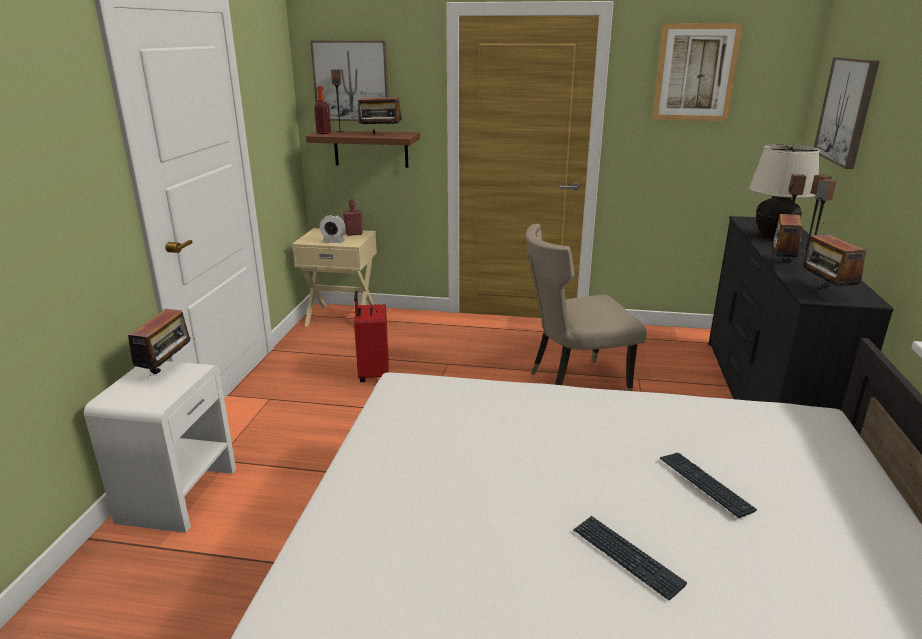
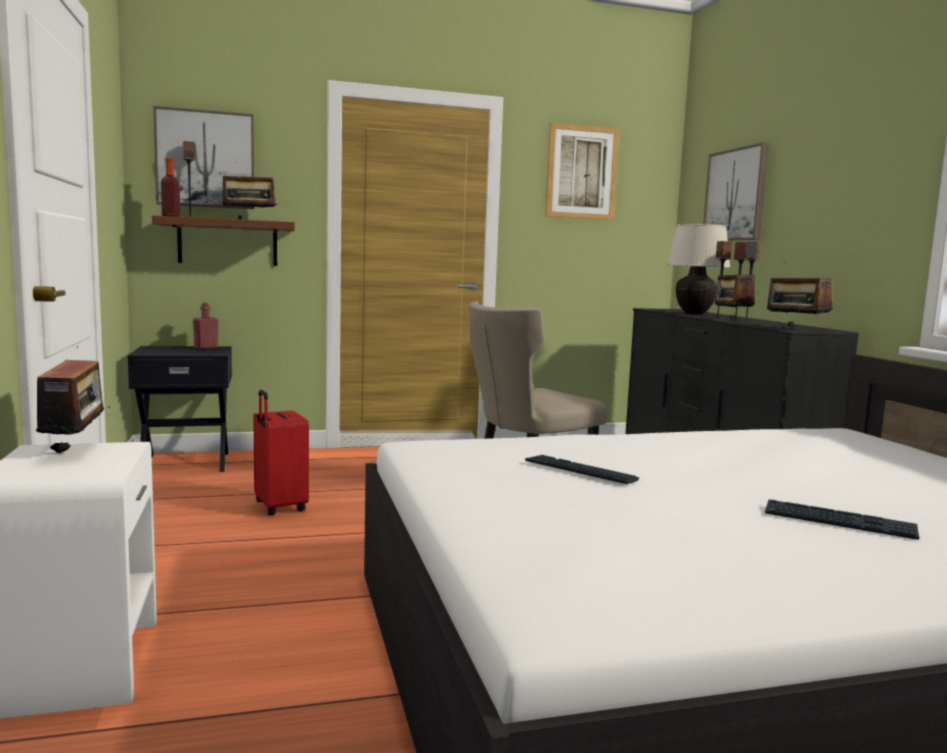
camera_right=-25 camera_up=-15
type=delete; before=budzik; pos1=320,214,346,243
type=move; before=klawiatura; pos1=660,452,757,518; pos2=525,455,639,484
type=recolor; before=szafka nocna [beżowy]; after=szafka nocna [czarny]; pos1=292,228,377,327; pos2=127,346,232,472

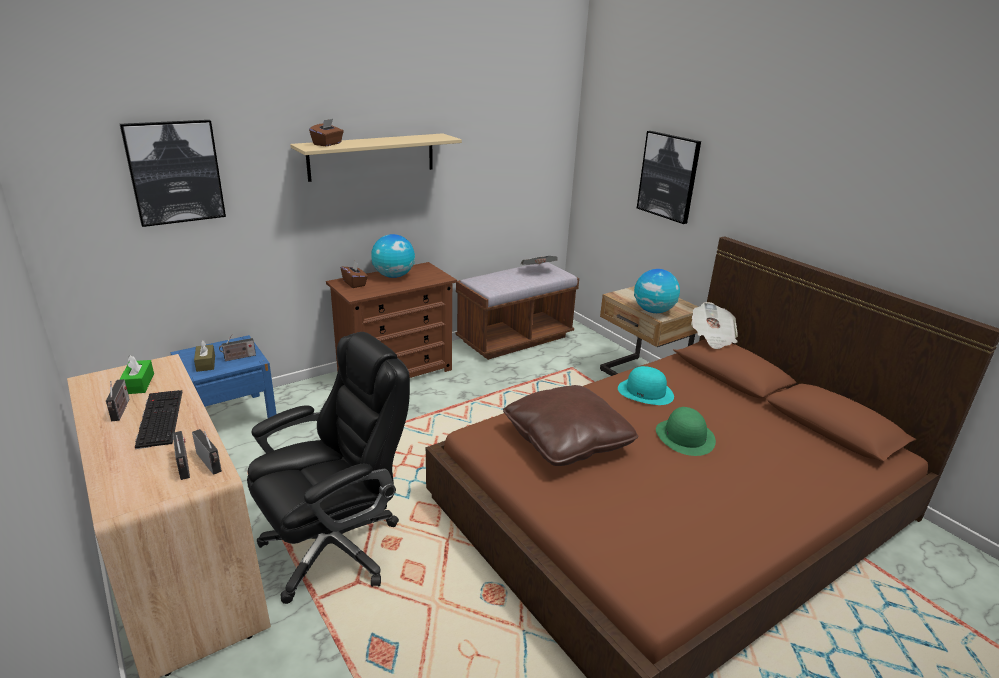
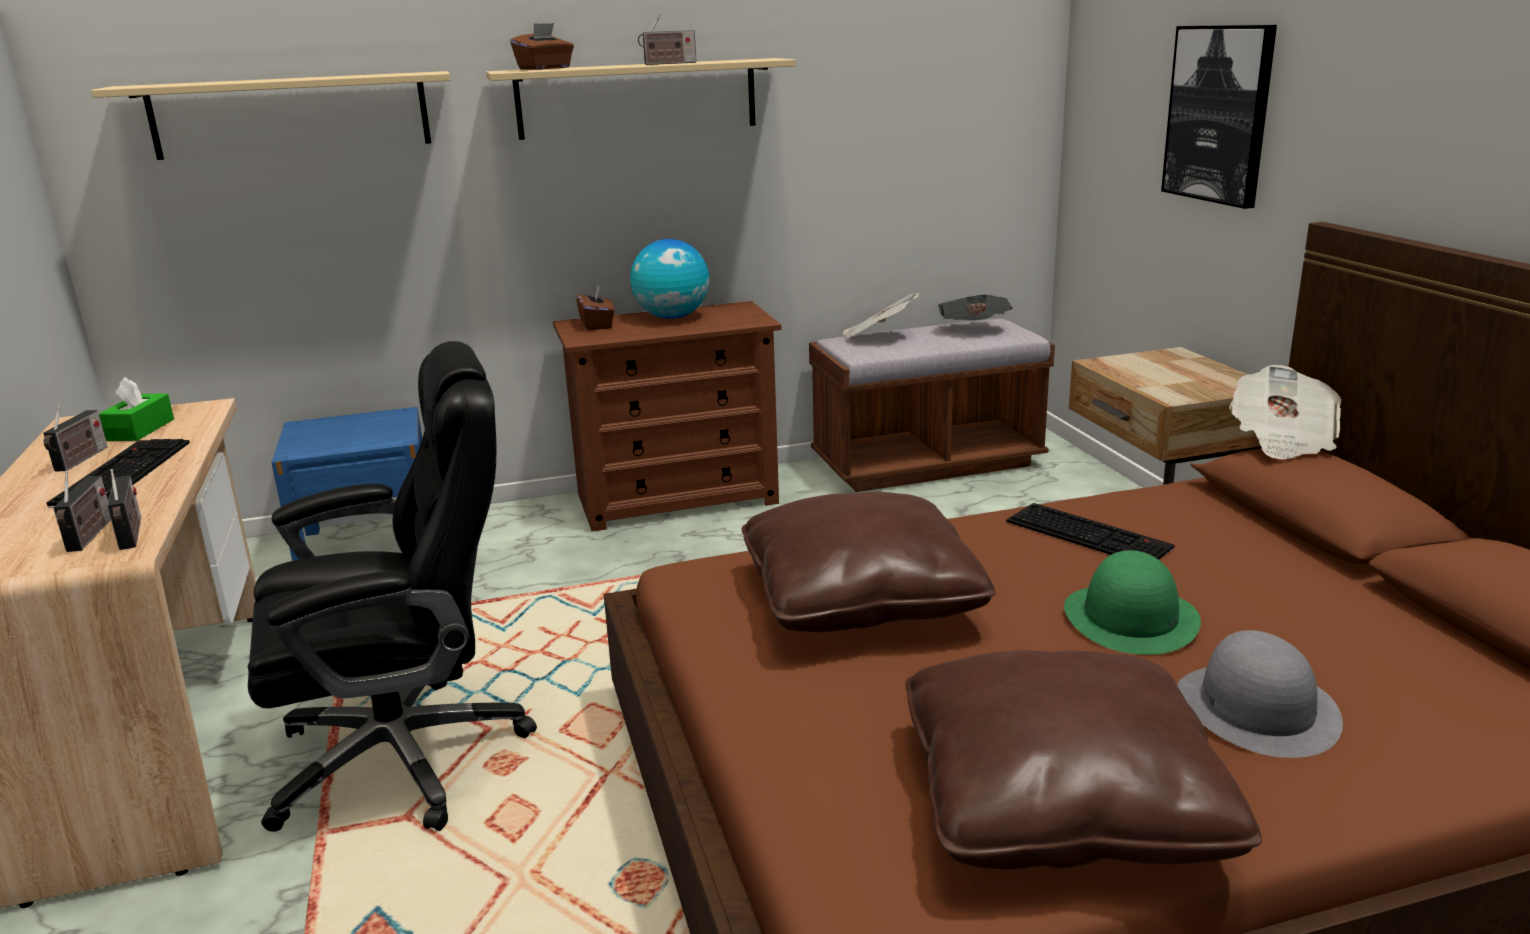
camera_right=20 camera_up=-5
type=delete; before=pudełko chusteczek [brązowy]; pos1=194,340,215,372
type=delete; before=globus; pos1=634,269,680,313
type=insert; after=gazeta; pos2=842,293,919,339
type=insert; after=poduszka [brązowy]; pos2=906,650,1262,869
type=insert; after=kapelusz [szary]; pos2=1177,630,1343,758
type=move; before=radio; pos1=219,334,256,361; pos2=638,14,696,65
type=replace; before=obraz; after=półka [beżowy]; pos1=120,120,226,227; pos2=91,71,451,160
type=replace; before=kapelusz [turkusowy]; after=klawiatura; pos1=618,366,674,405; pos2=1007,503,1175,560

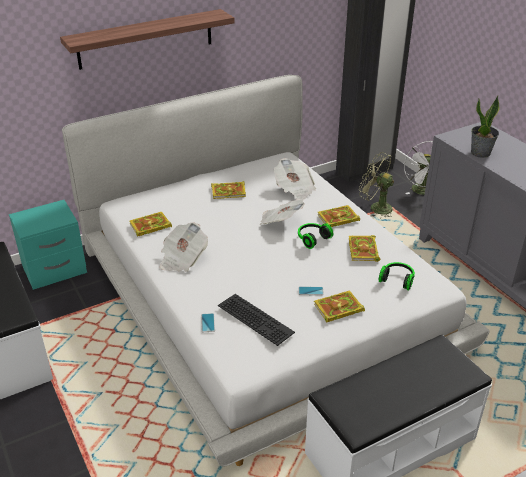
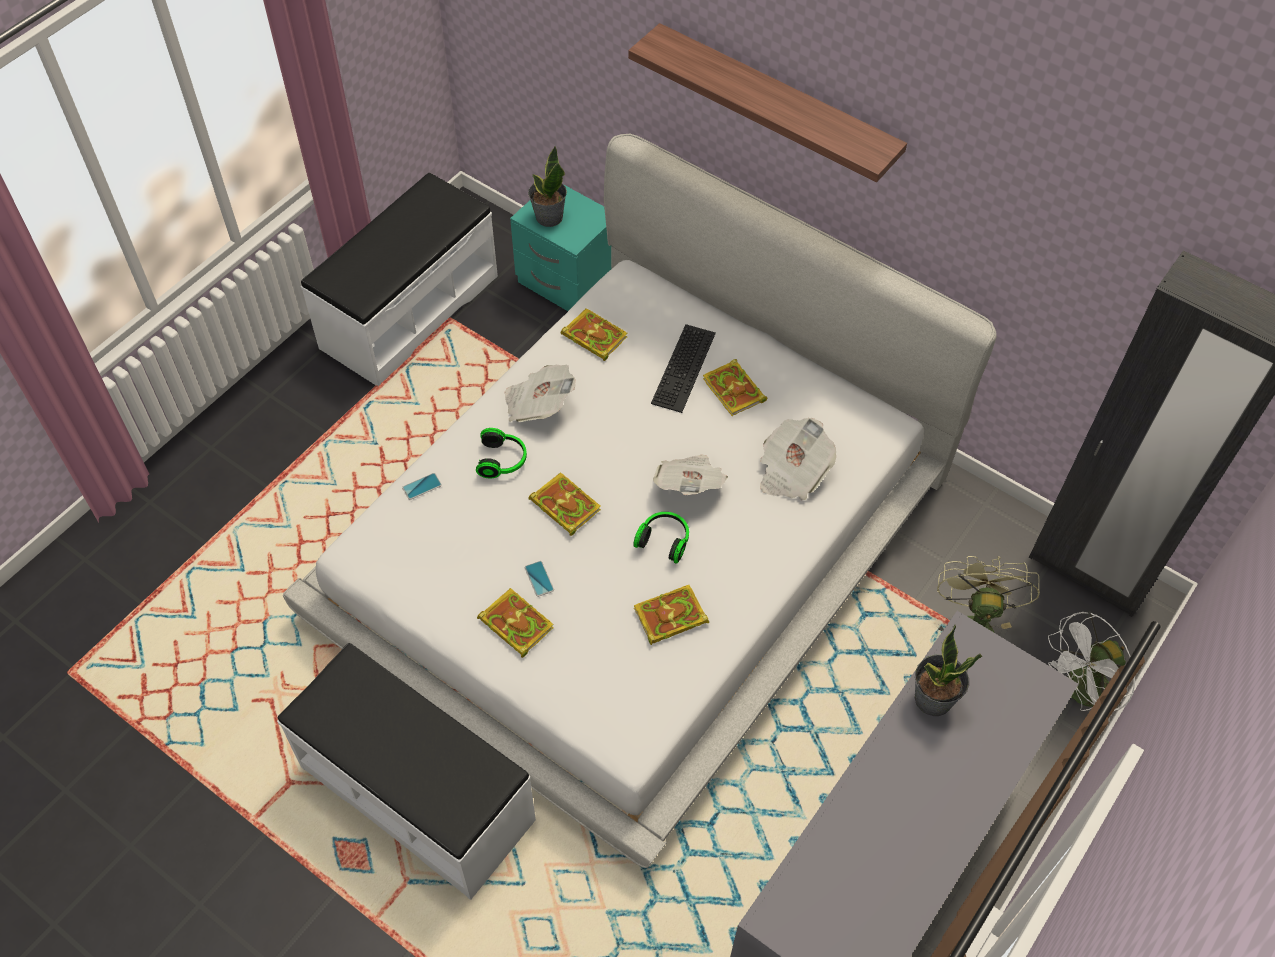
camera_right=65 camera_up=20
type=insert; after=roślina doniczkowa; pos2=528,146,567,227
type=move; before=klawiatura; pos1=218,294,295,346; pos2=651,324,716,413
type=move; before=książka; pos1=318,205,360,227; pos2=528,472,601,536
type=move; before=słuchawki; pos1=379,262,415,291; pos2=476,428,527,479

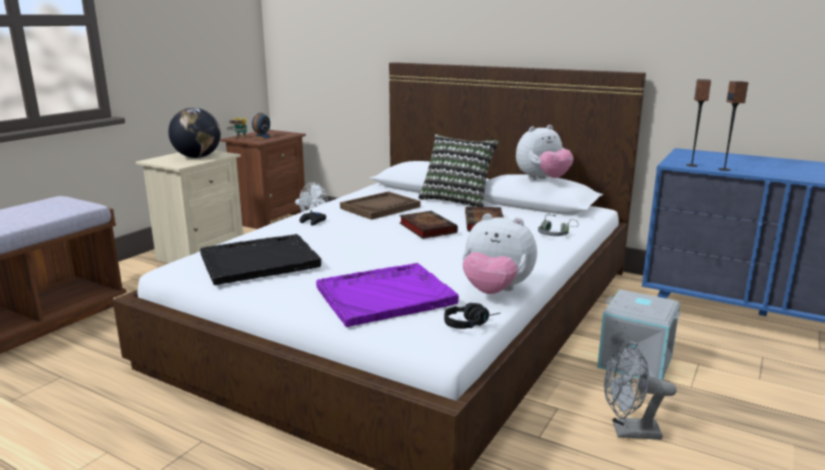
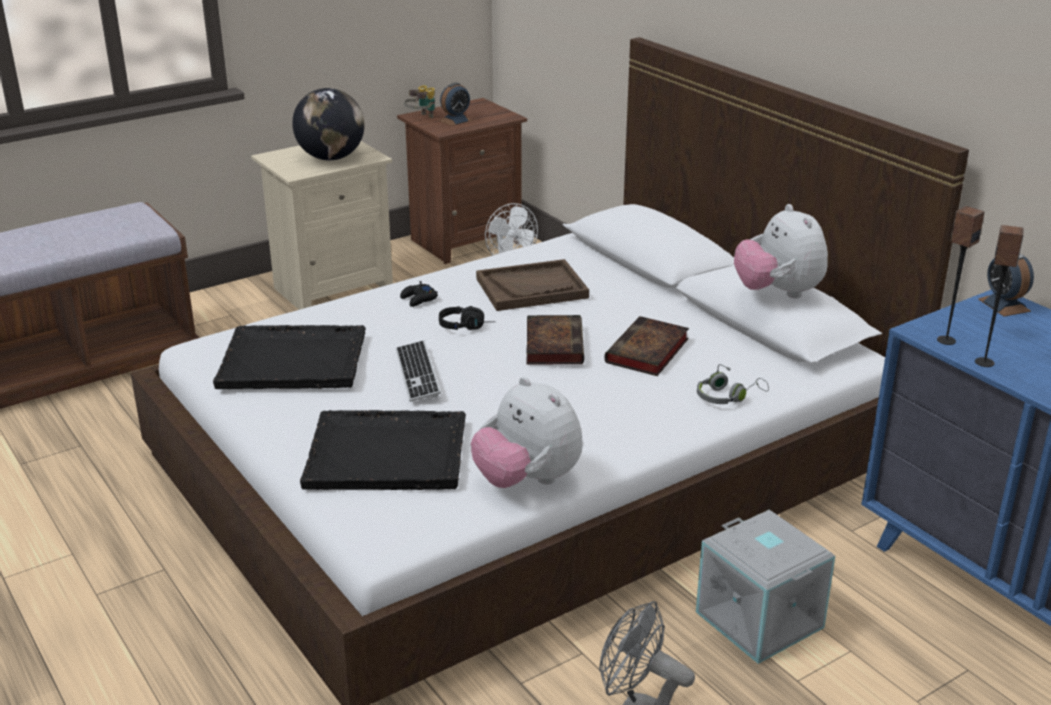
camera_right=25 camera_up=10
type=delete; before=poduszka; pos1=418,134,499,207
type=insert; after=klawiatura; pos2=395,340,441,402
type=insert; after=budzik; pos2=978,254,1034,316
type=move; before=słuchawki [czarny]; pos1=444,303,500,329; pos2=439,306,496,330
type=recolor; before=taca [fioletowy]; after=taca [czarny]; pos1=316,263,459,327; pos2=300,410,466,490
type=rotate; before=pluszak; pos1=516,125,574,180; pos2=734,204,828,298; turn=75

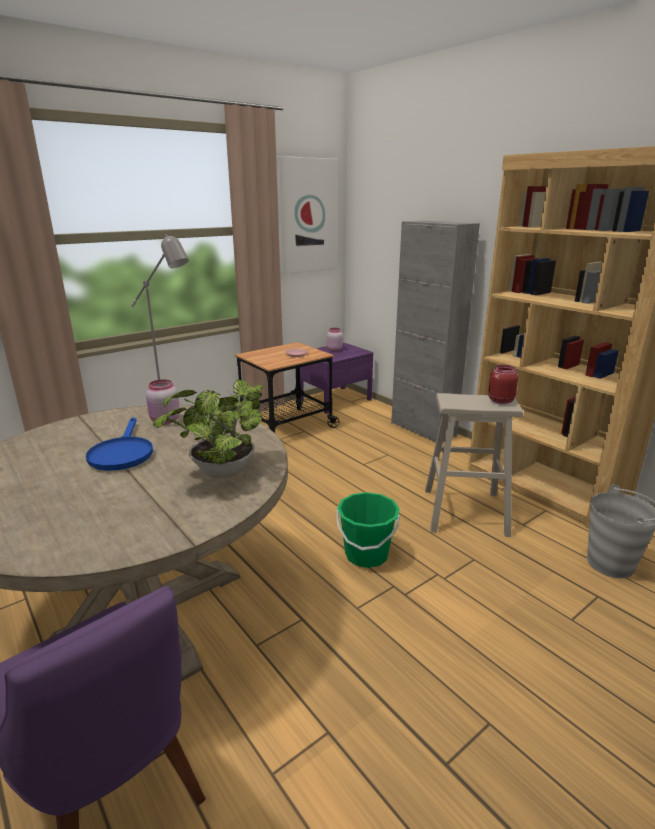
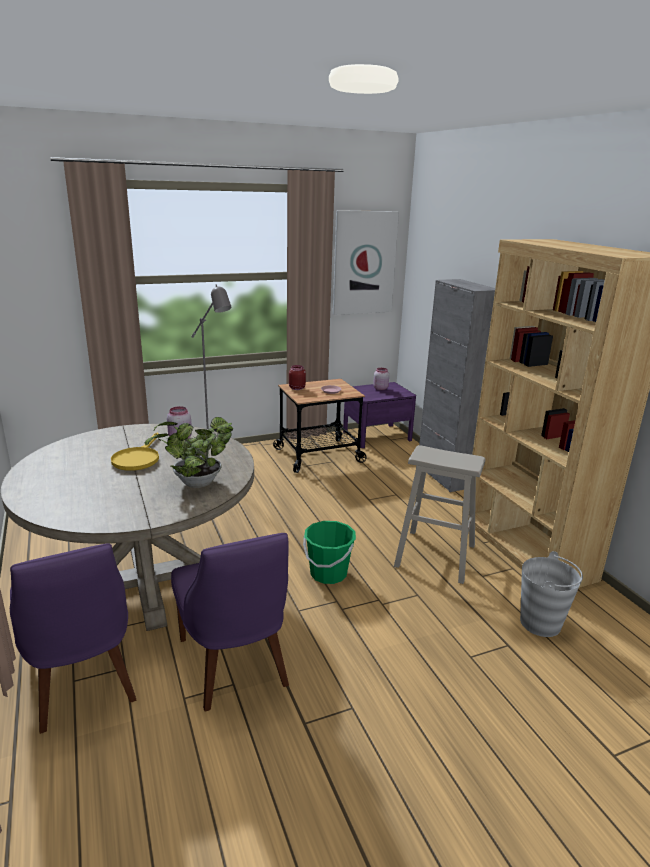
camera_right=15 camera_up=0
type=insert; after=krzesło [fioletowy]; pos2=171,533,289,711
type=move; before=słoik [czerwony]; pos1=488,365,518,404; pos2=289,365,306,390
type=recolor; before=patelnia [niebieski]; after=patelnia [żółty]; pos1=86,417,153,471; pos2=111,433,159,471

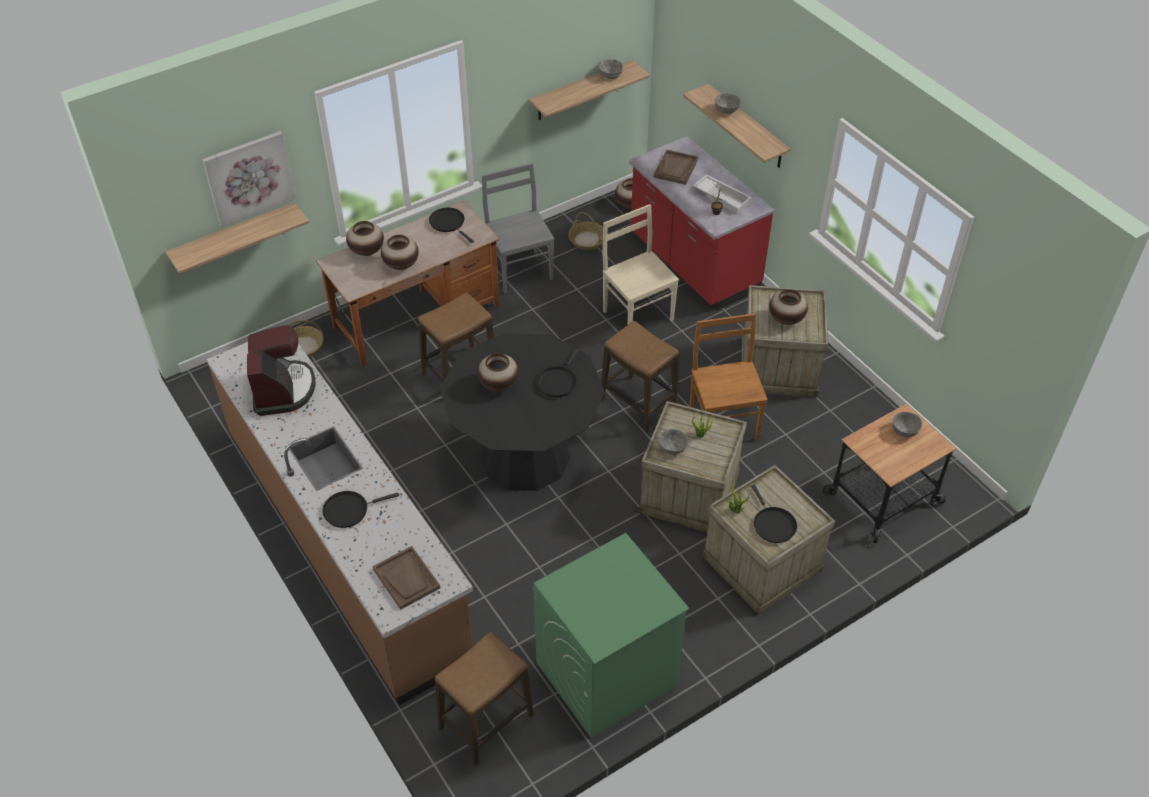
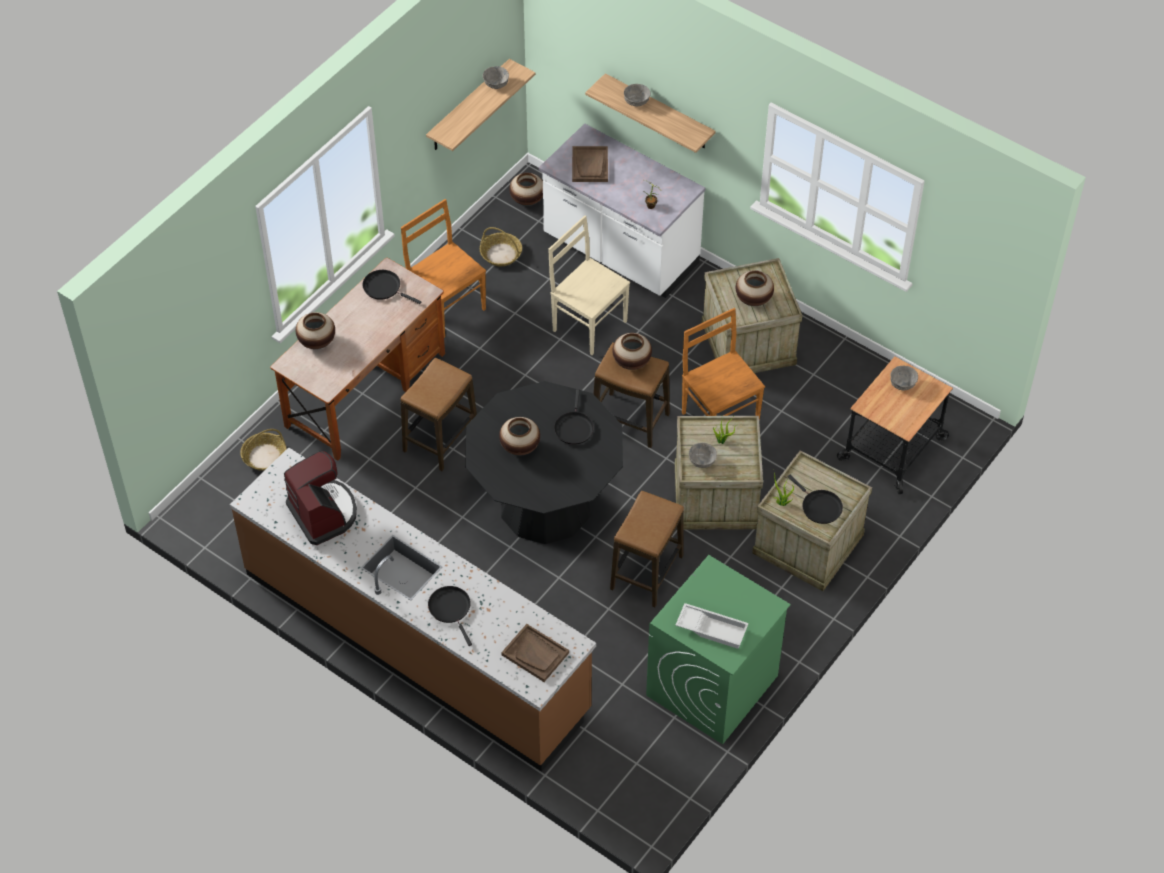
camera_right=-20 camera_up=5
type=delete; before=półka; pos1=166,202,310,274
type=delete; before=obraz; pos1=202,131,296,227
type=move; before=wazon; pos1=381,235,419,270; pos2=612,333,652,370
type=move; before=stołek; pos1=435,632,534,766; pos2=610,491,684,607
type=move; before=taca [biały]; pos1=693,175,752,213; pos2=675,603,749,649
type=recolor; before=krzesło [szary]; after=krzesło [brązowy]; pos1=482,163,554,293; pos2=401,199,486,338
type=recolor; before=zabudowa kuchenna [czerwony]; after=zabudowa kuchenna [biały]; pos1=629,136,774,311; pos2=539,123,705,298
type=rotate; before=patelnia [czarny]; pos1=322,491,399,528; pos2=428,586,472,646; turn=105

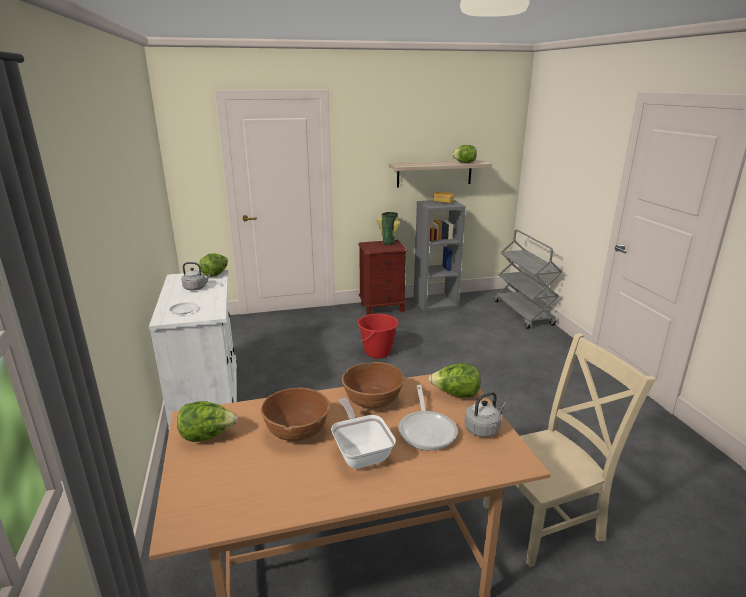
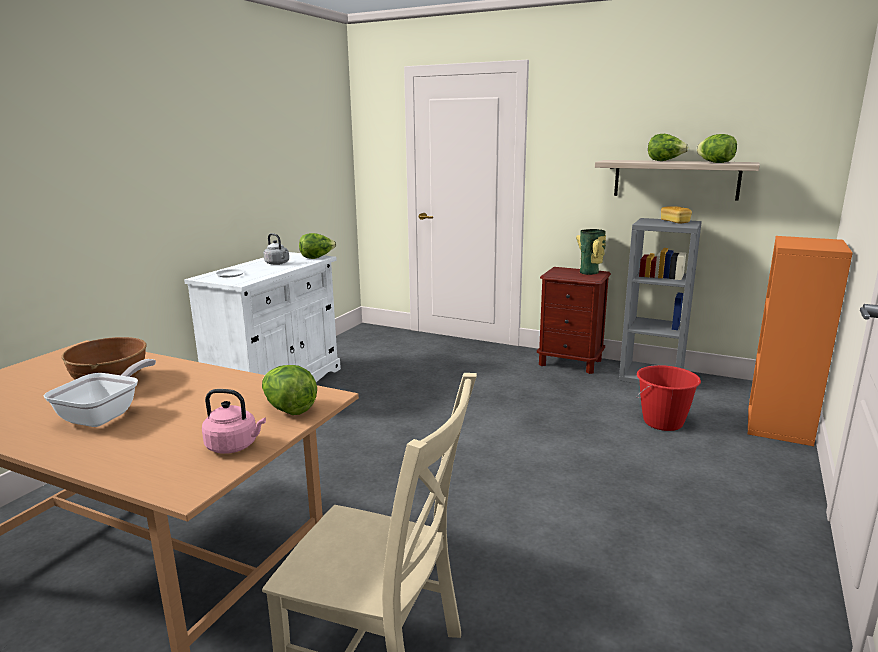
camera_right=40 camera_up=-5
type=delete; before=miska [brązowy]; pos1=342,362,405,408
type=delete; before=patelnia; pos1=398,385,458,451
type=move; before=sałata; pos1=177,401,238,442; pos2=648,134,689,161
type=move; before=wiadro [czerwony]; pos1=357,314,399,358; pos2=637,365,701,431
type=replace; before=wózek [szary]; after=regał [pomarańczowy]; pos1=494,230,563,329; pos2=748,236,853,446
type=recolor; before=czajnik [szary]; after=czajnik [różowy]; pos1=464,392,507,437; pos2=202,389,266,454

